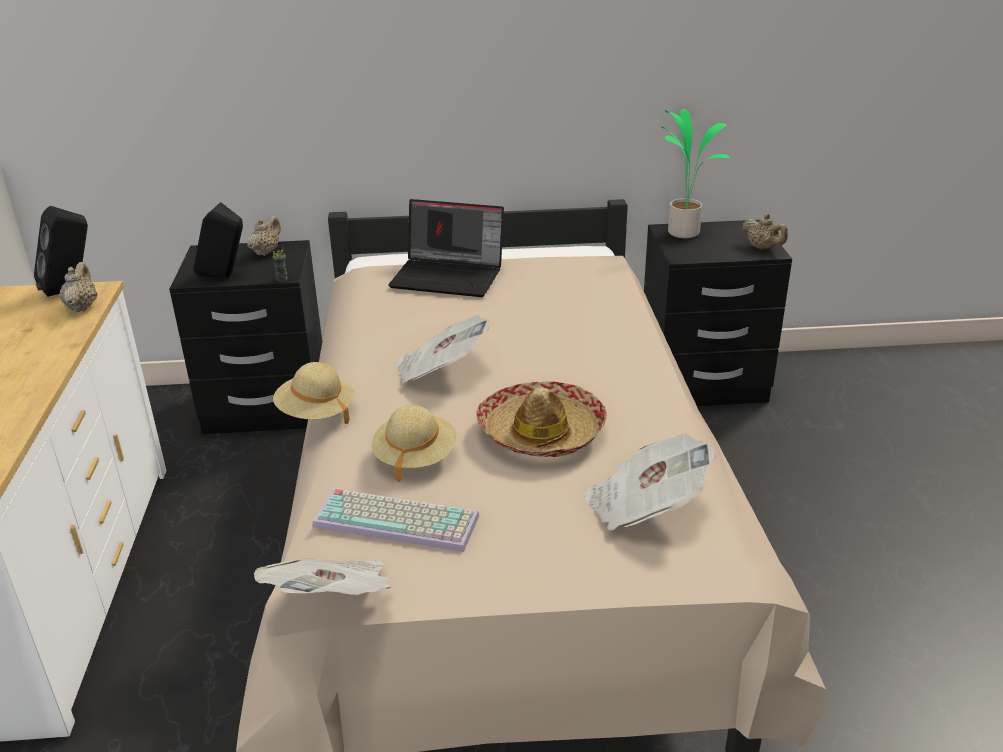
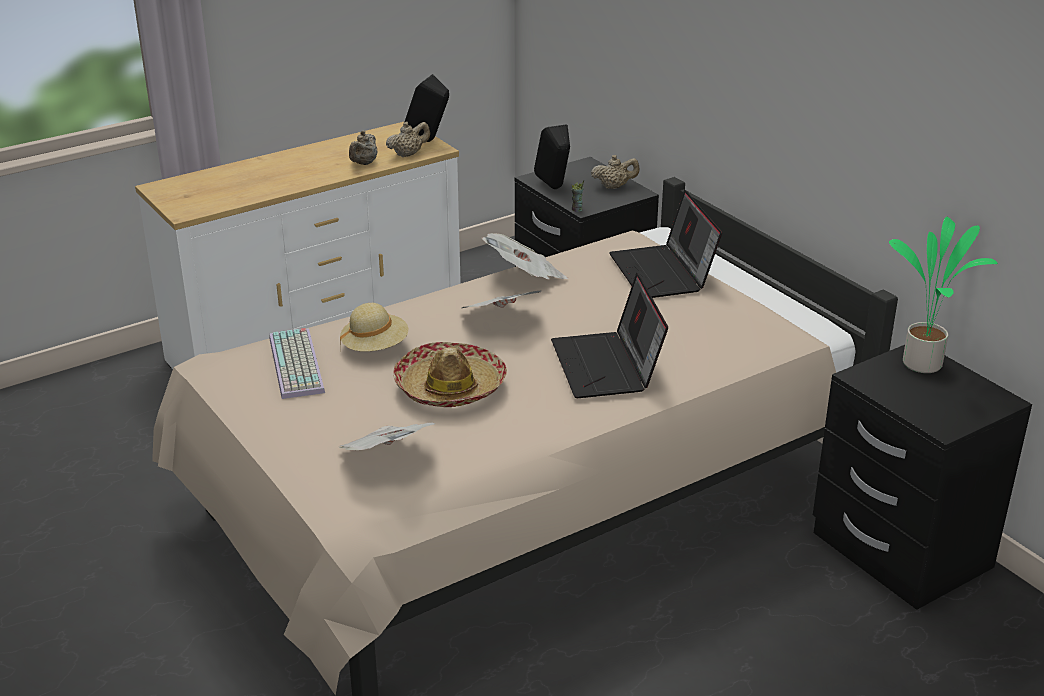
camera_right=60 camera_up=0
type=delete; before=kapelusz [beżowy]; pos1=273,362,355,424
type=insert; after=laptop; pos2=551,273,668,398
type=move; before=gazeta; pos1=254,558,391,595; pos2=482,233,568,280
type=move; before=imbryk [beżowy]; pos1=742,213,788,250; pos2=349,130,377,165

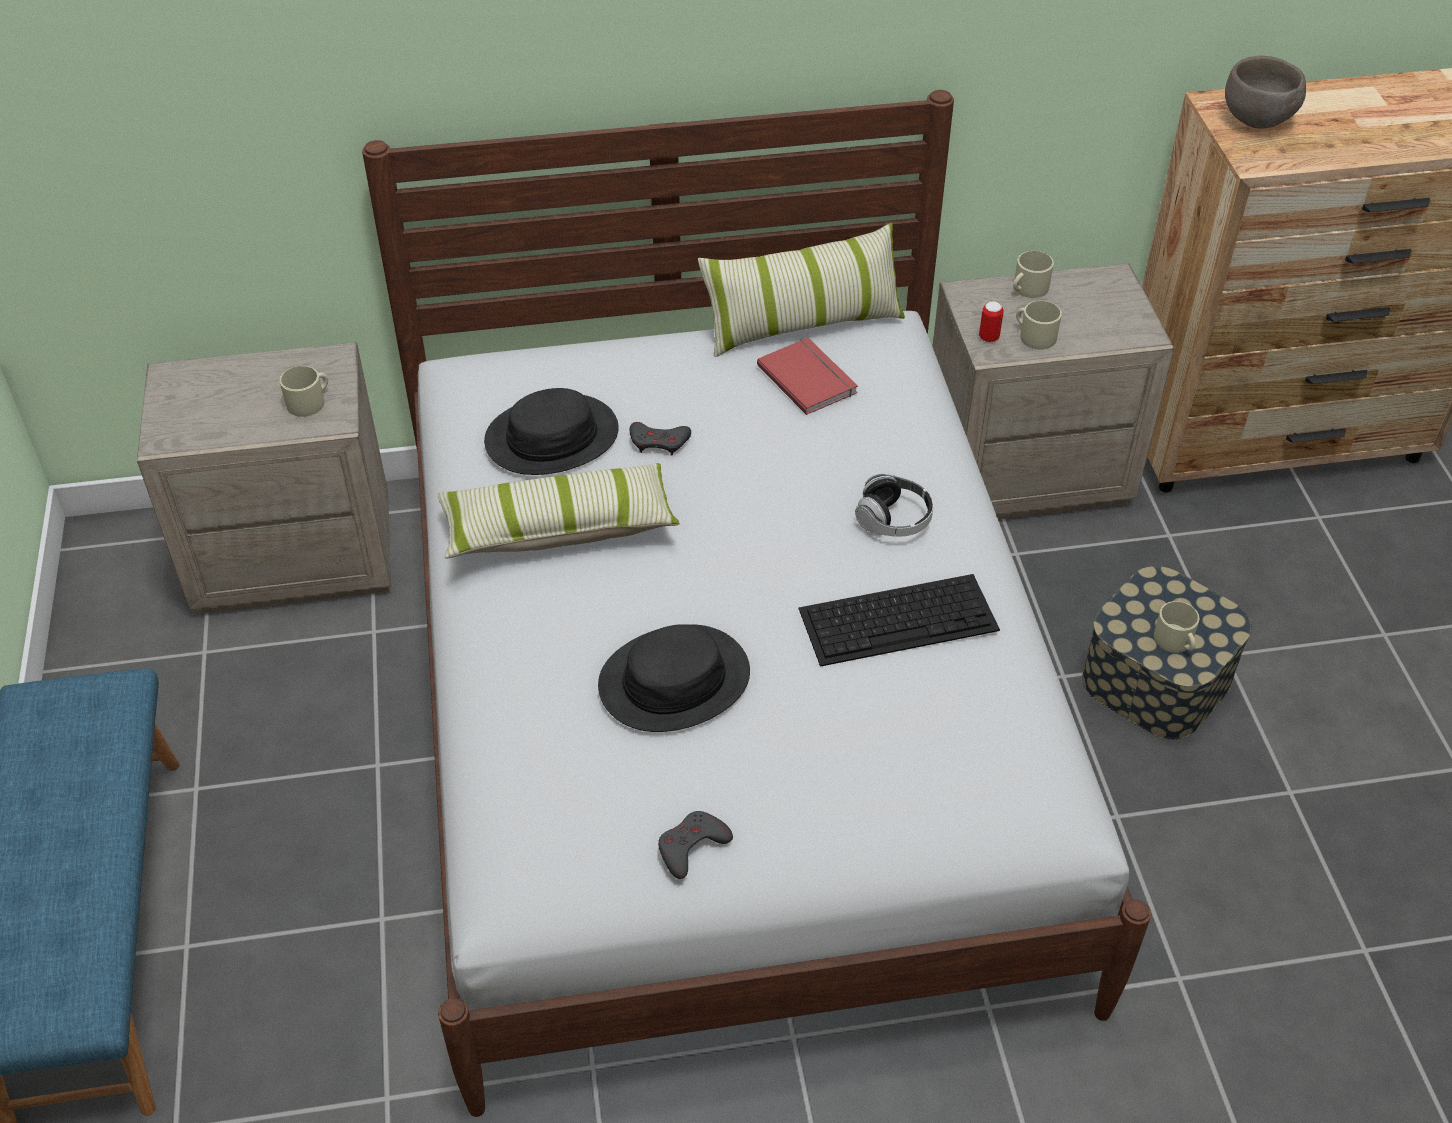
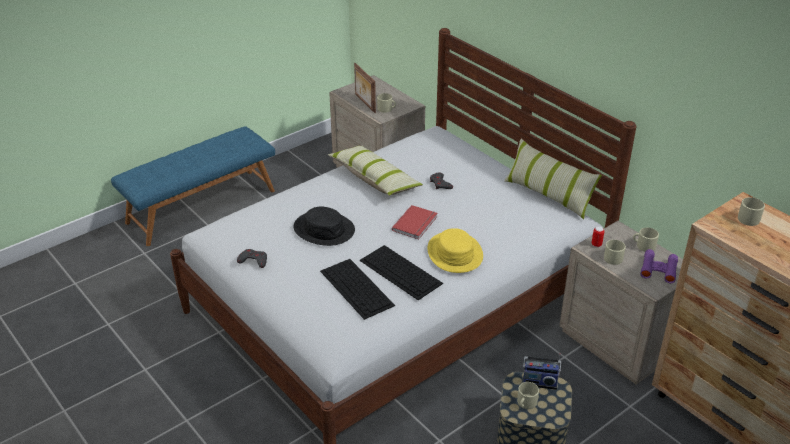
camera_right=60 camera_up=-10
type=delete; before=kapelusz [czarny]; pos1=484,388,619,475
type=insert; after=klawiatura; pos2=320,259,395,320
type=insert; after=ramka na zdjęcie; pos2=354,63,376,113
type=insert; after=radio; pos2=522,353,561,390
type=insert; after=lornetka [fioletowy]; pos2=640,249,678,283
type=move; before=książka [czerwony]; pos1=757,338,858,415; pos2=392,205,438,239
type=replace; before=słuchawki; after=kapelusz [żółty]; pos1=855,473,933,537; pos2=428,228,483,273
type=replace; before=miska [brązowy]; after=kubek [beżowy]; pos1=1225,55,1306,129; pos2=738,197,765,226

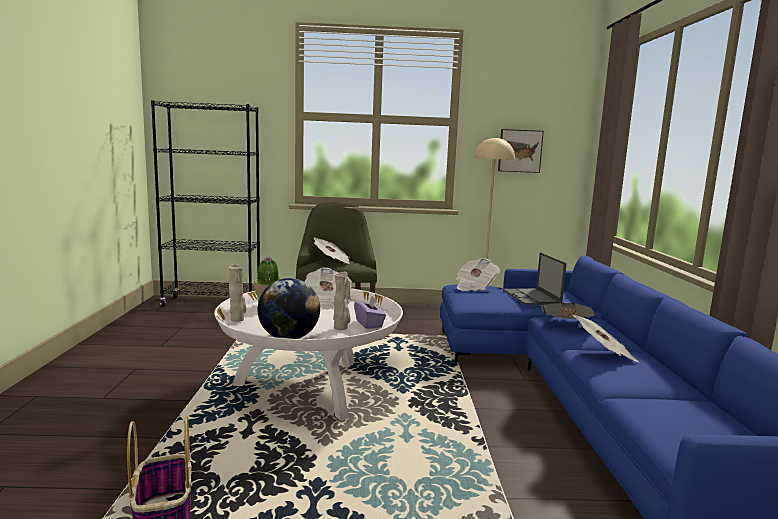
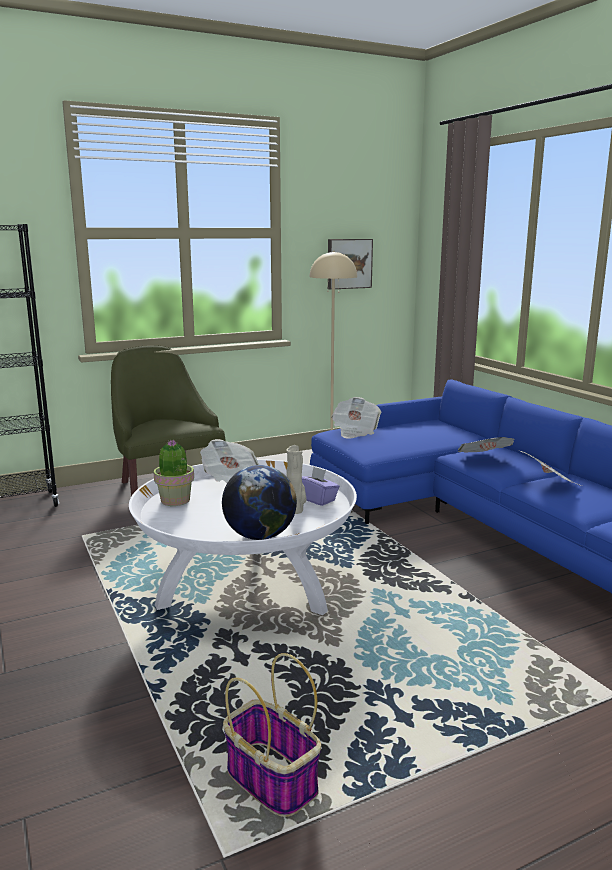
camera_right=-25 camera_up=5
type=delete; before=wazon [beżowy]; pos1=229,264,246,322
type=delete; before=gazeta; pos1=314,237,350,264
type=delete; before=laptop; pos1=503,252,567,305

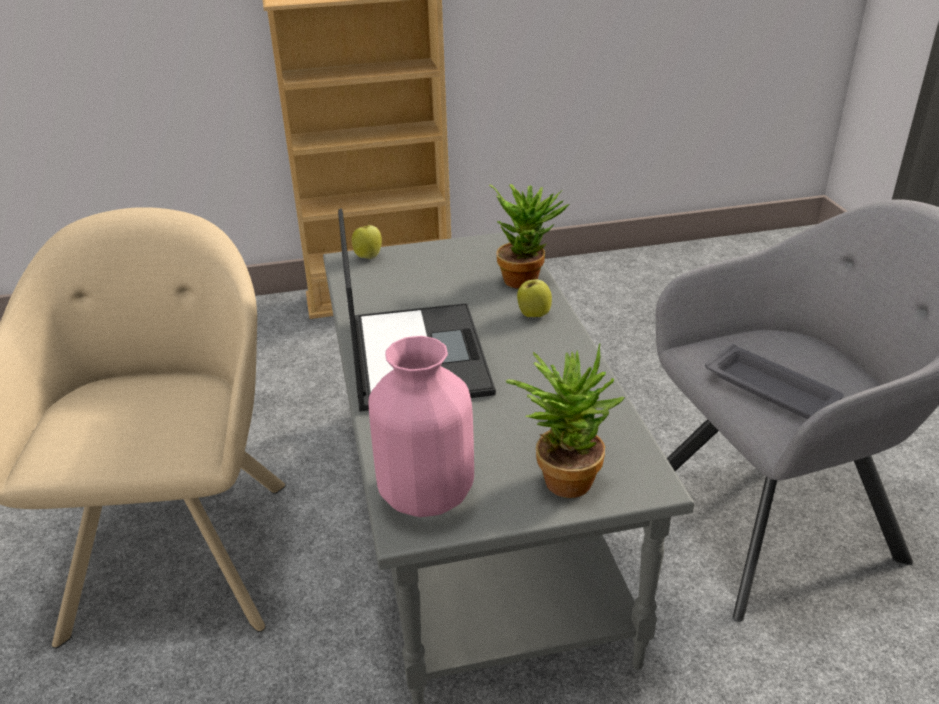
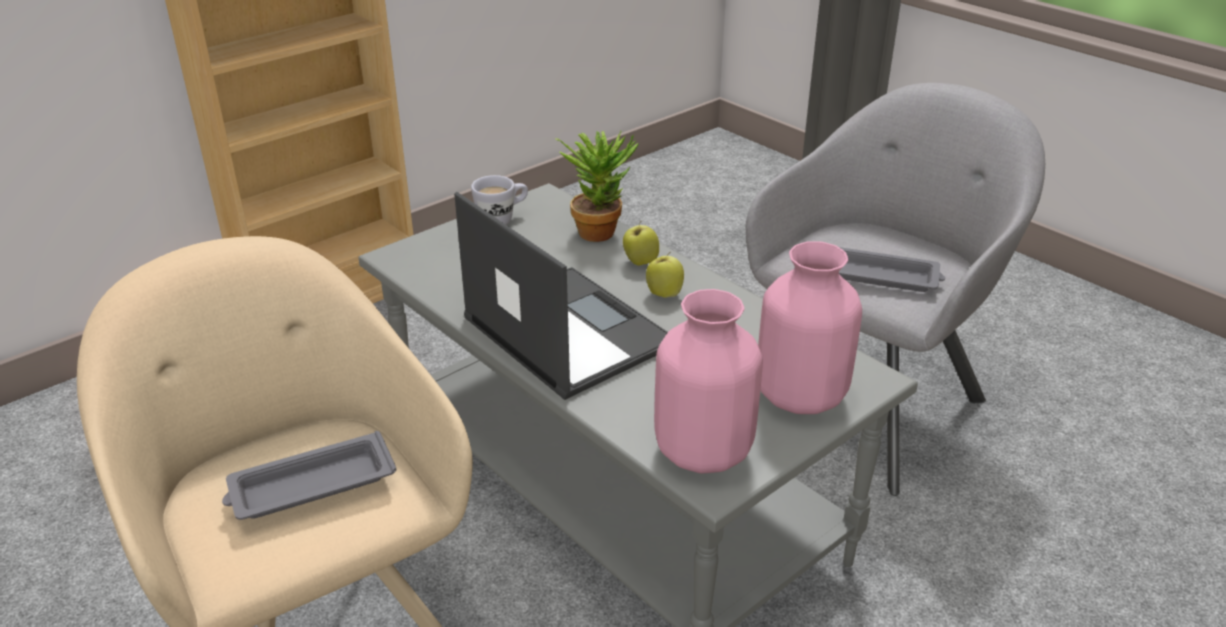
camera_right=-30 camera_up=0
type=insert; after=taca [szary]; pos2=222,431,396,520
type=insert; after=kubek [biały]; pos2=471,175,528,225
type=move; before=jabłko; pos1=352,223,382,259; pos2=646,252,684,298
type=replace; before=roślina doniczkowa; after=wazon [różowy]; pos1=506,344,625,498; pos2=758,241,862,414

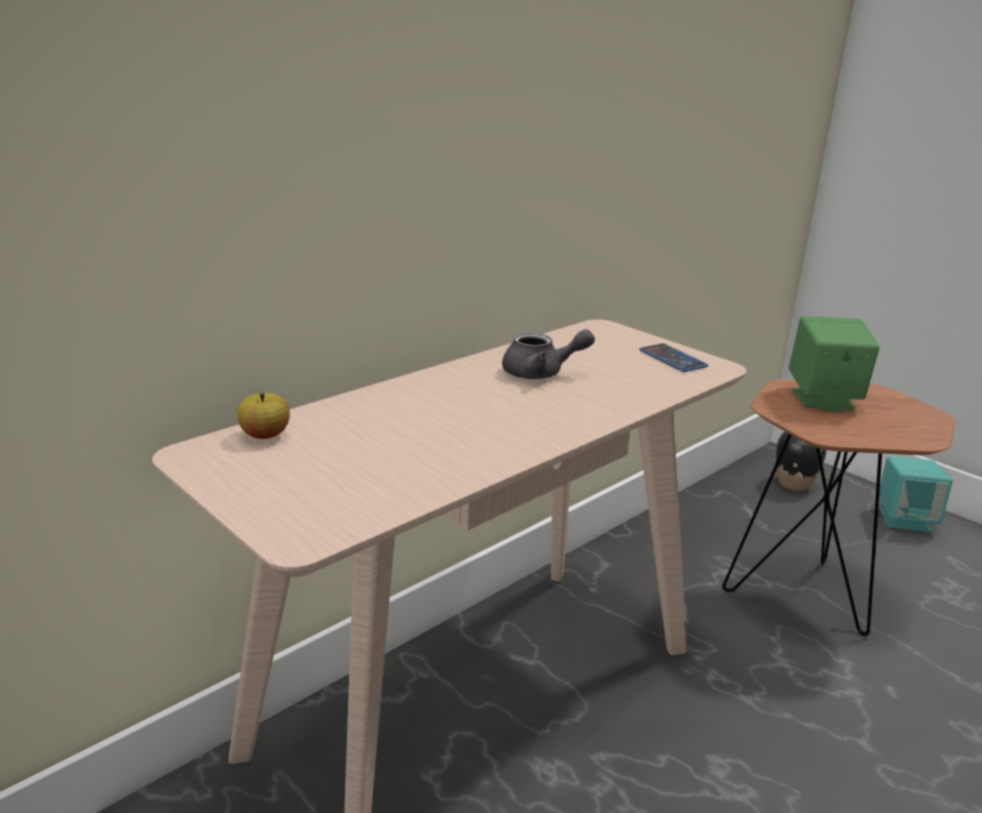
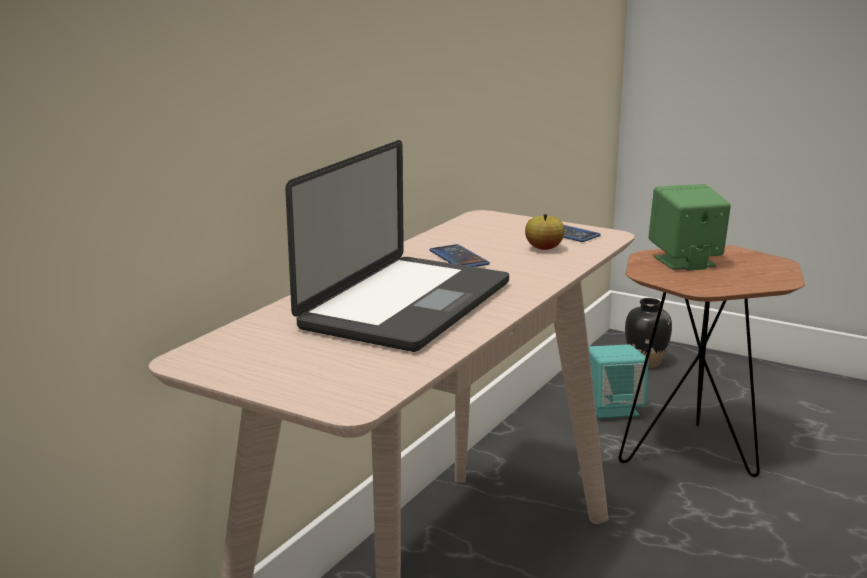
camera_right=-15 camera_up=-5
type=insert; after=laptop; pos2=285,140,509,352
type=move; before=jabłko; pos1=237,393,290,439; pos2=525,214,565,250
type=move; before=głośnik [turkusowy]; pos1=879,456,953,532; pos2=589,344,648,419
type=replace; before=imbryk [szary]; after=telefon; pos1=502,329,595,379; pos2=430,244,490,267

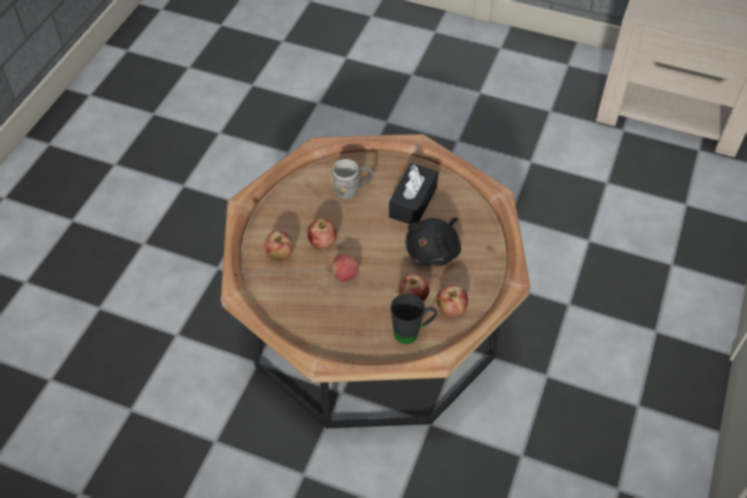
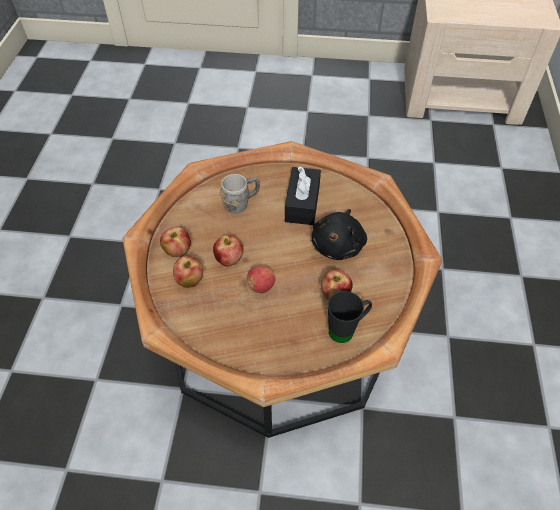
camera_right=-15 camera_up=0
type=move; before=jabłko; pos1=436,285,468,317; pos2=160,226,191,257

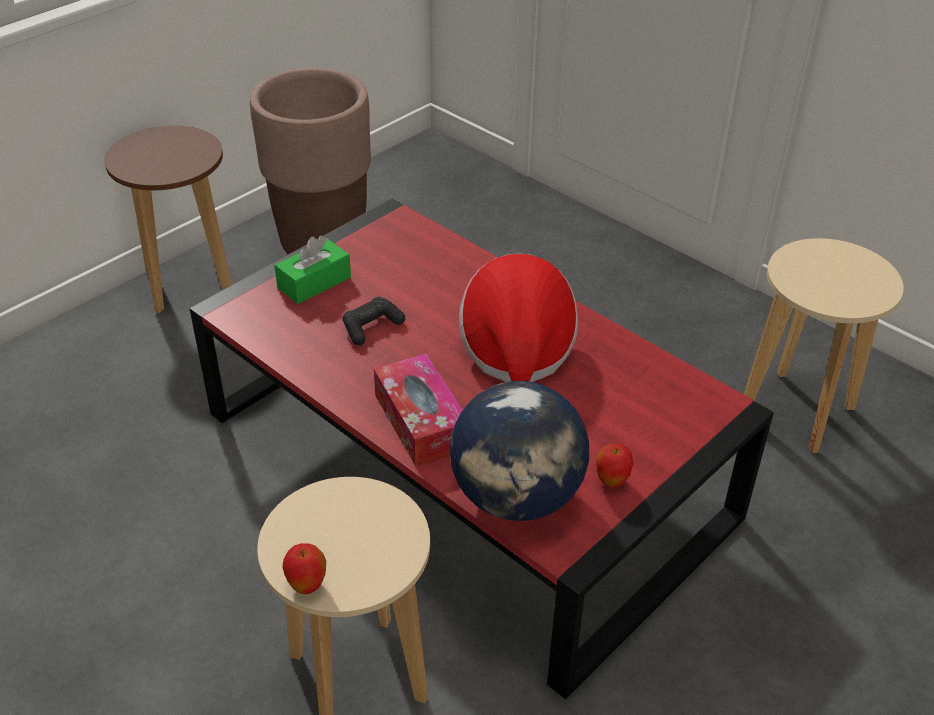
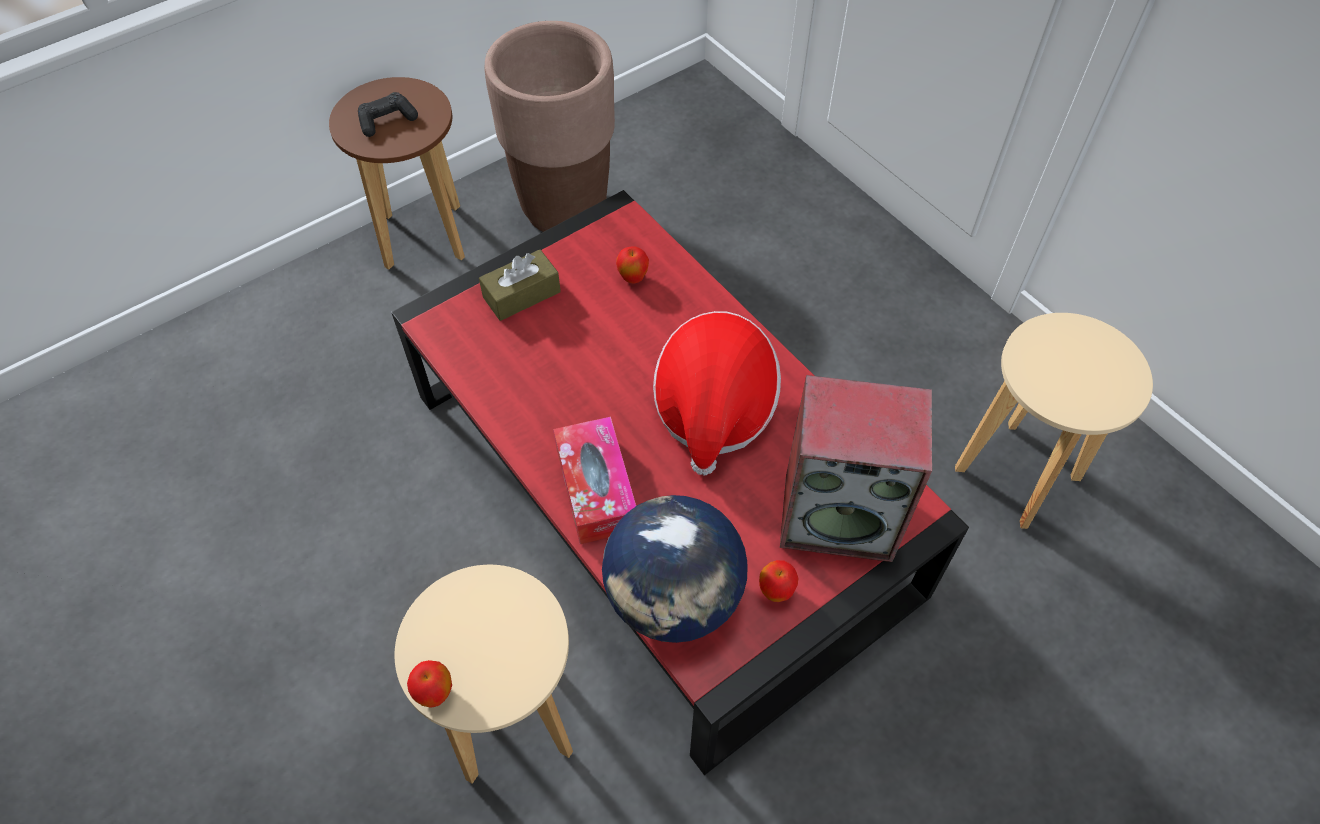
camera_right=10 camera_up=15
type=insert; after=jabłko; pos2=616,246,649,284
type=insert; after=głośnik; pos2=780,375,932,562
type=move; before=pad do gier [czarny]; pos1=343,297,405,345; pos2=358,92,418,137
type=recolor; before=pudełko chusteczek [zielony]; after=pudełko chusteczek [brązowy]; pos1=274,236,351,304; pos2=479,250,561,321

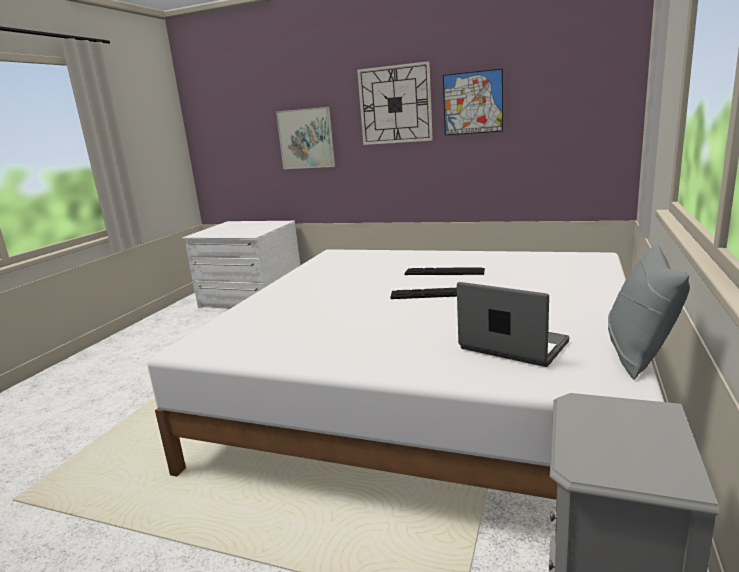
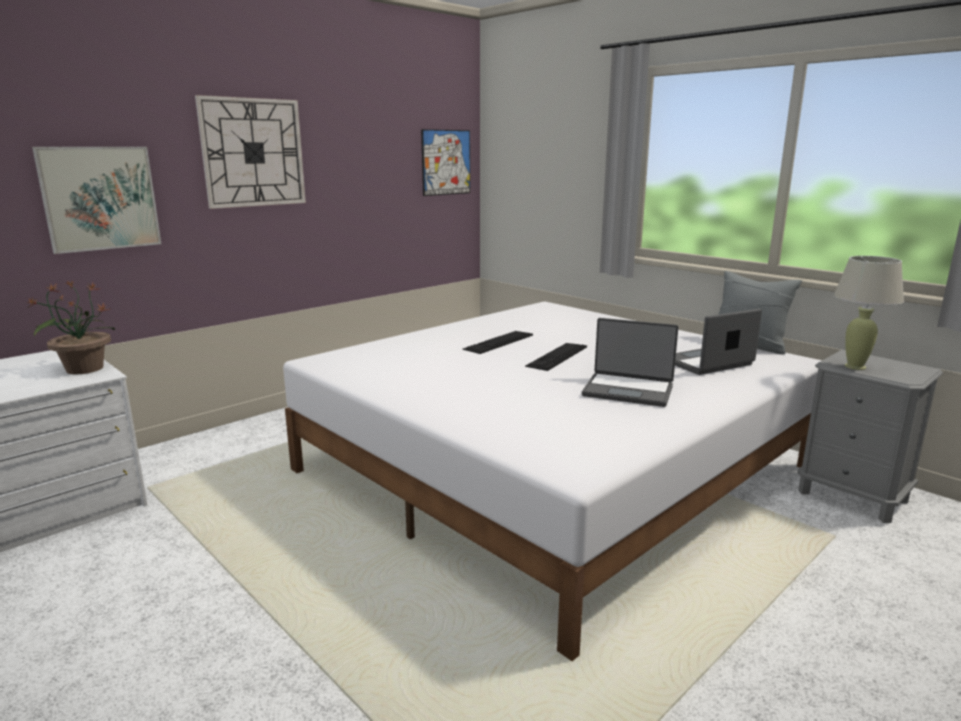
camera_right=-65 camera_up=0
type=insert; after=roślina doniczkowa; pos2=26,280,115,374
type=insert; after=laptop; pos2=582,318,679,407
type=insert; after=lampa stołowa [beżowy]; pos2=834,256,904,370
type=move; before=obraz; pos1=443,69,503,135; pos2=421,129,470,196

